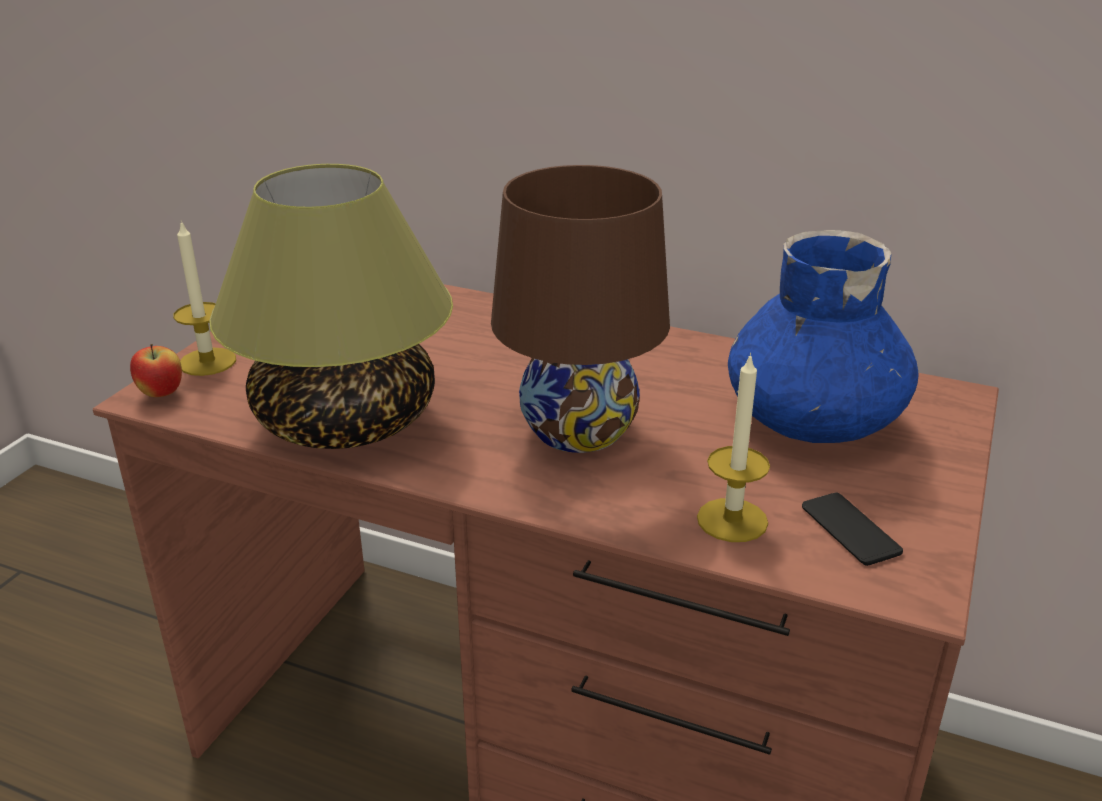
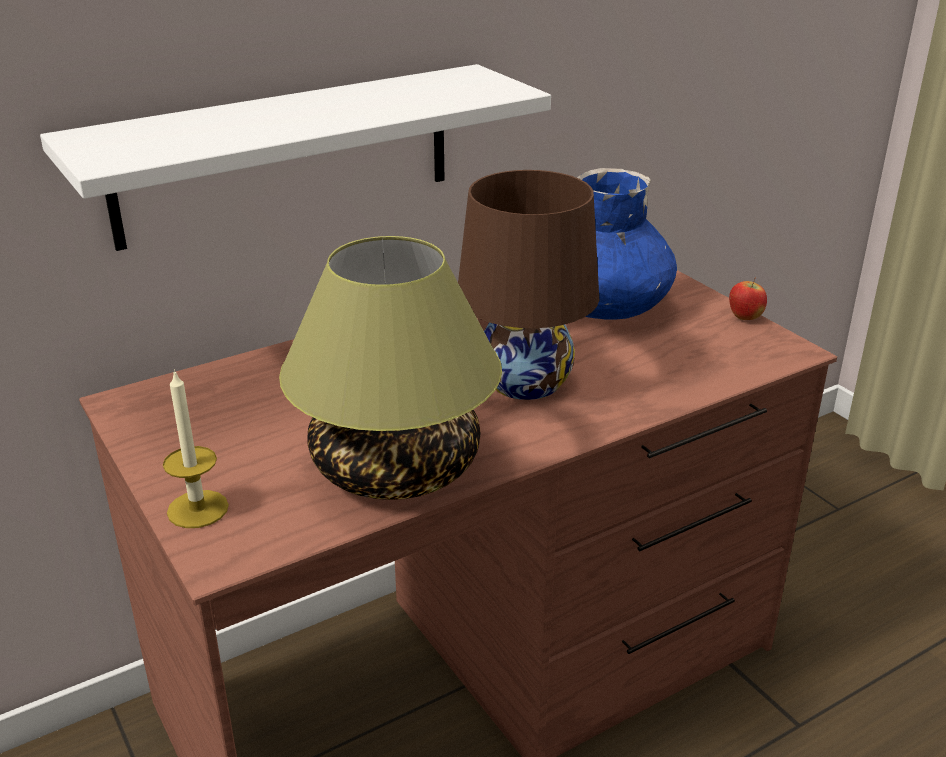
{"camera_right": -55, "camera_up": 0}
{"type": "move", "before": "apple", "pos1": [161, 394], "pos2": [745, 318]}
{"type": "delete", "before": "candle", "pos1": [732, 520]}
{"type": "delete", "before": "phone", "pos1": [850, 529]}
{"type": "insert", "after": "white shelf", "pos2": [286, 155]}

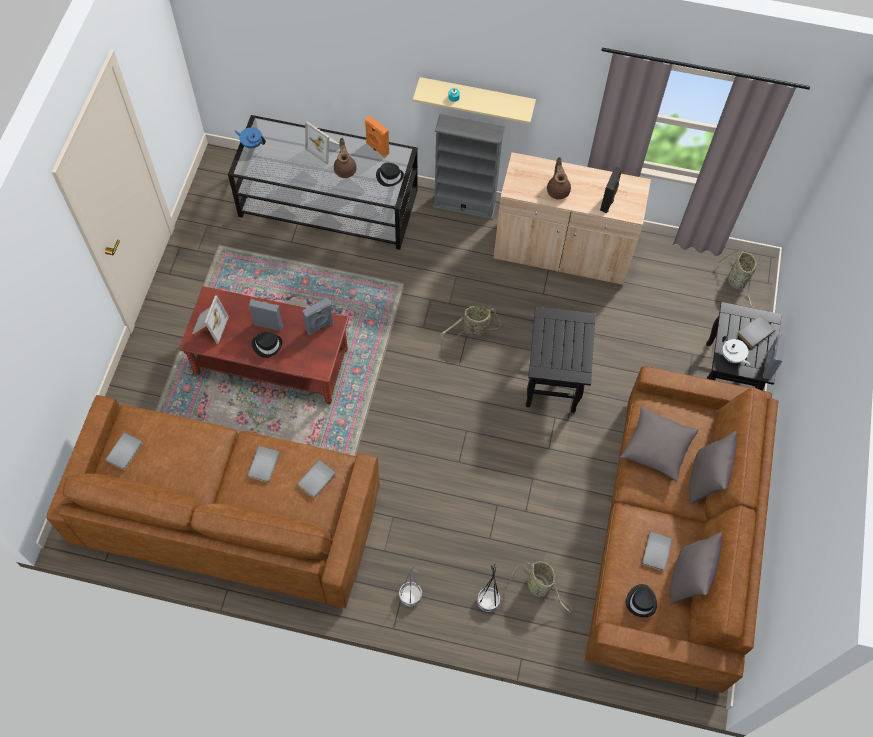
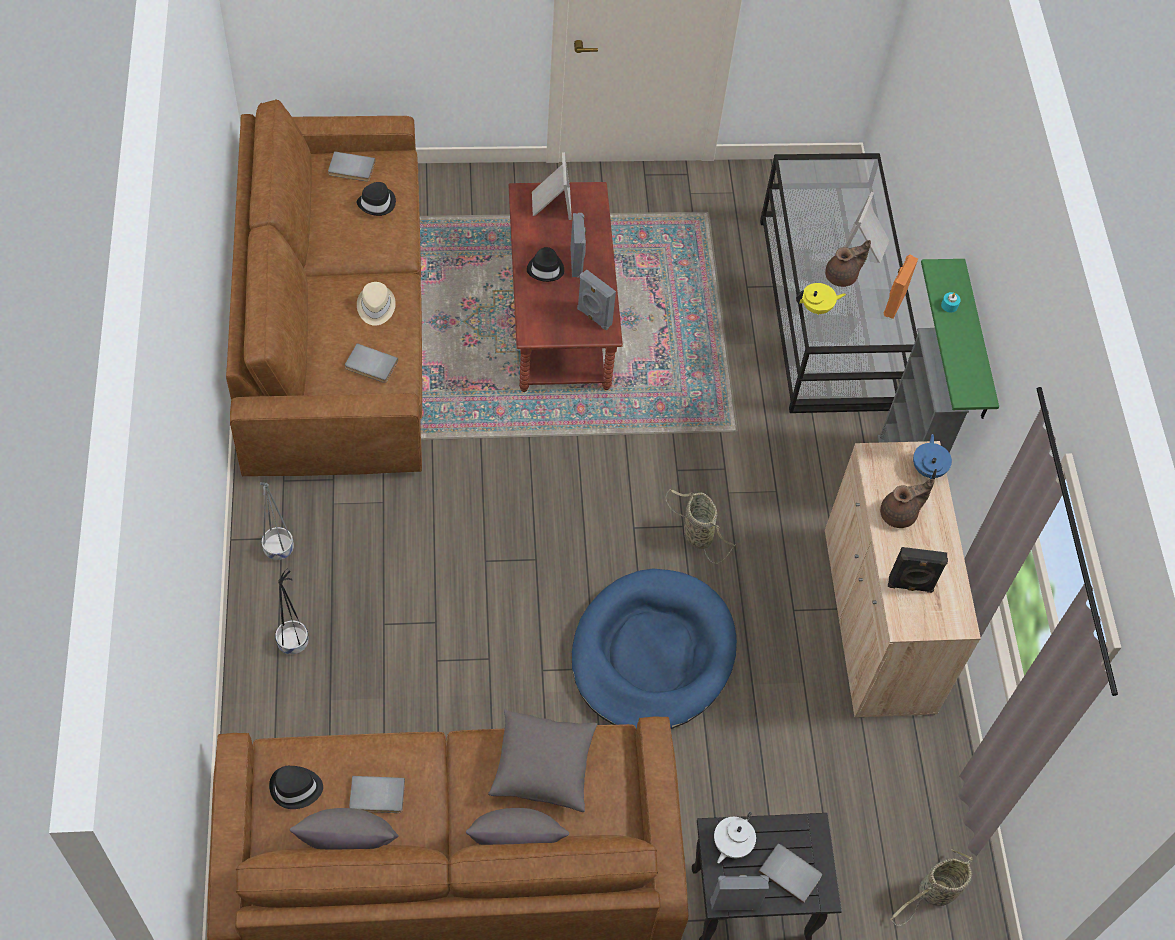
{"camera_right": 70, "camera_up": -5}
{"type": "recolor", "before": "beige shelf", "after": "green shelf", "pos1": [476, 98], "pos2": [975, 344]}
{"type": "move", "before": "blue teapot", "pos1": [252, 144], "pos2": [928, 469]}
{"type": "move", "before": "black hat", "pos1": [389, 176], "pos2": [377, 203]}
{"type": "rotate", "before": "picture frame", "pos1": [209, 326], "pos2": [550, 203], "turn": -90}
{"type": "replace", "before": "black side table", "after": "blue dog bed", "pos1": [553, 381], "pos2": [652, 654]}
{"type": "replace", "before": "grey book", "after": "beige hat", "pos1": [265, 465], "pos2": [375, 307]}
{"type": "delete", "before": "basket", "pos1": [540, 587]}
{"type": "insert", "after": "yellow teapot", "pos2": [817, 307]}

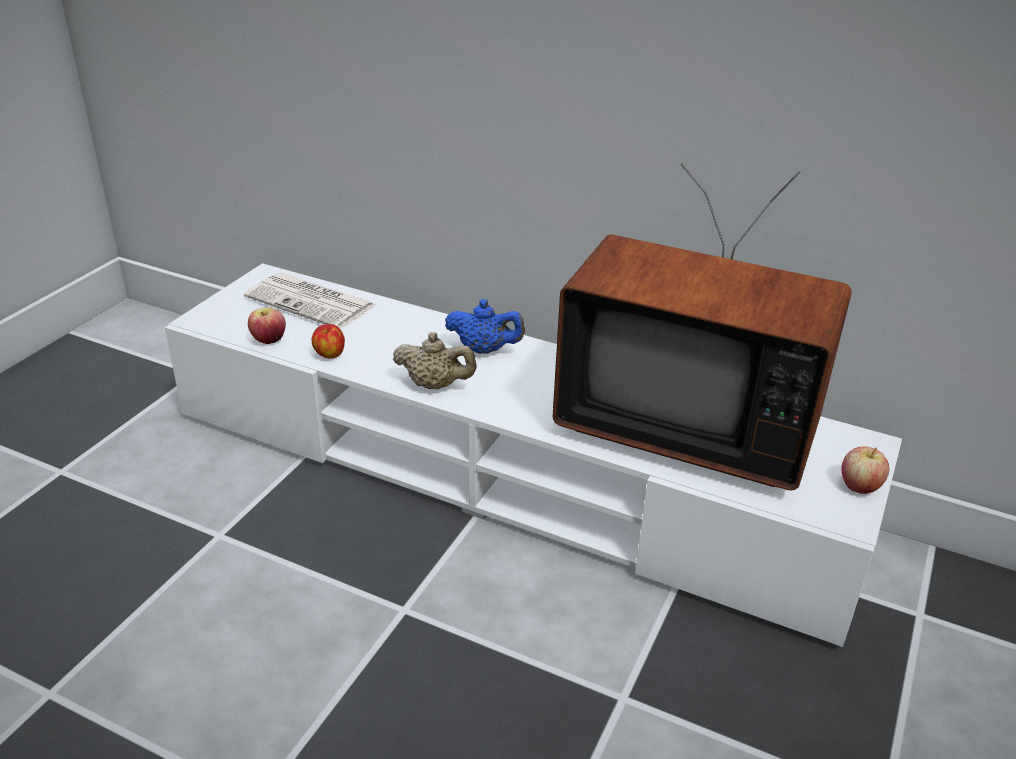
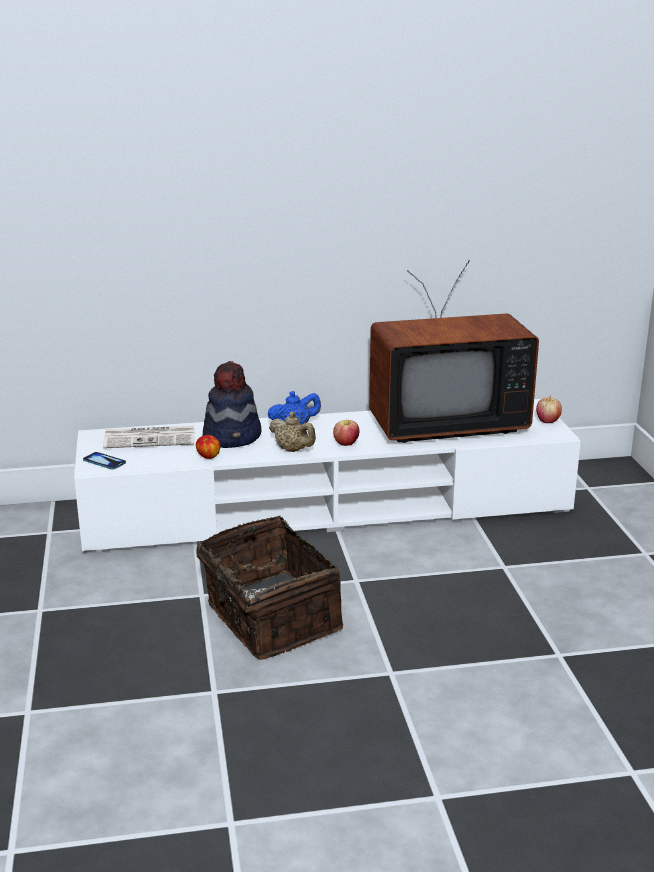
{"camera_right": -35, "camera_up": -10}
{"type": "move", "before": "apple", "pos1": [269, 340], "pos2": [346, 444]}
{"type": "rotate", "before": "beige teapot", "pos1": [435, 385], "pos2": [293, 450], "turn": 60}
{"type": "insert", "after": "hat", "pos2": [233, 437]}
{"type": "insert", "after": "phone", "pos2": [104, 462]}
{"type": "insert", "after": "basket", "pos2": [268, 619]}

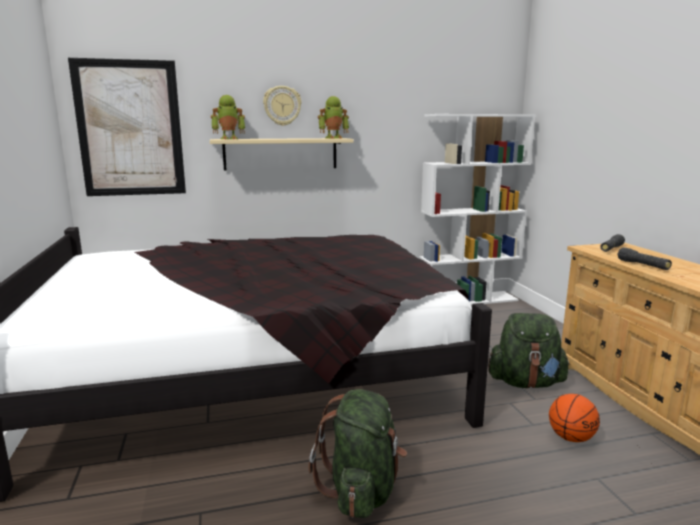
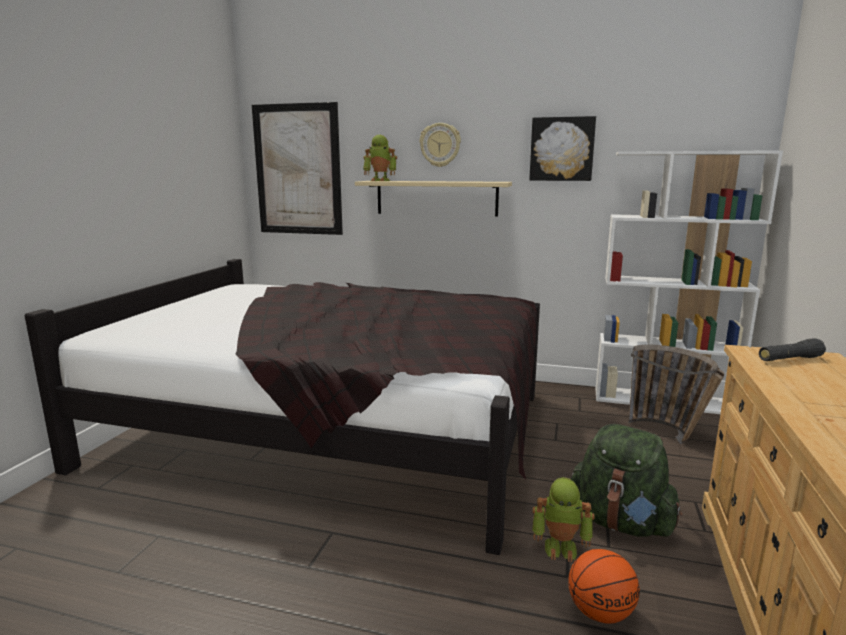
{"camera_right": 30, "camera_up": 0}
{"type": "move", "before": "toy robot", "pos1": [333, 138], "pos2": [561, 547]}
{"type": "delete", "before": "black flashlight", "pos1": [643, 265]}
{"type": "delete", "before": "green backpack", "pos1": [361, 490]}
{"type": "insert", "after": "picture", "pos2": [562, 149]}
{"type": "insert", "after": "basket", "pos2": [671, 435]}

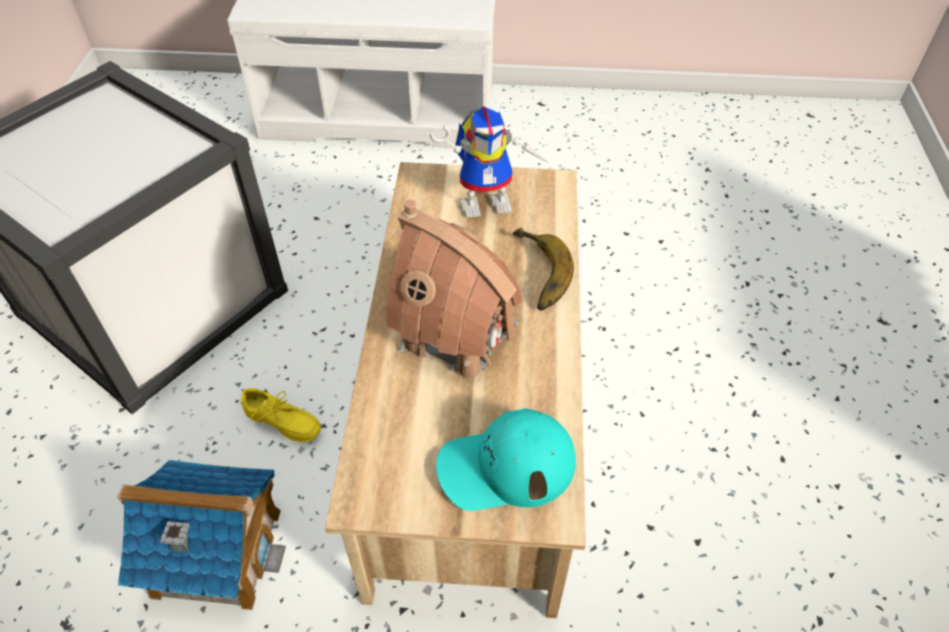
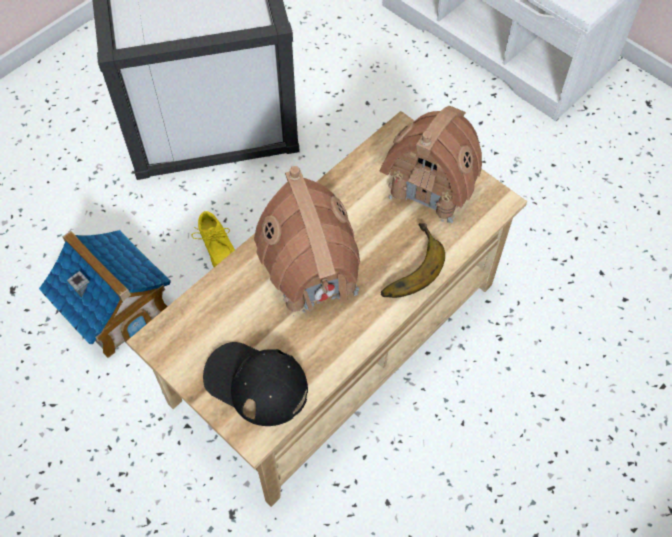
{"camera_right": 40, "camera_up": 10}
{"type": "replace", "before": "toy robot", "after": "toy house", "pos1": [488, 201], "pos2": [432, 185]}
{"type": "recolor", "before": "turquoise cap", "after": "black cap", "pos1": [506, 466], "pos2": [256, 383]}

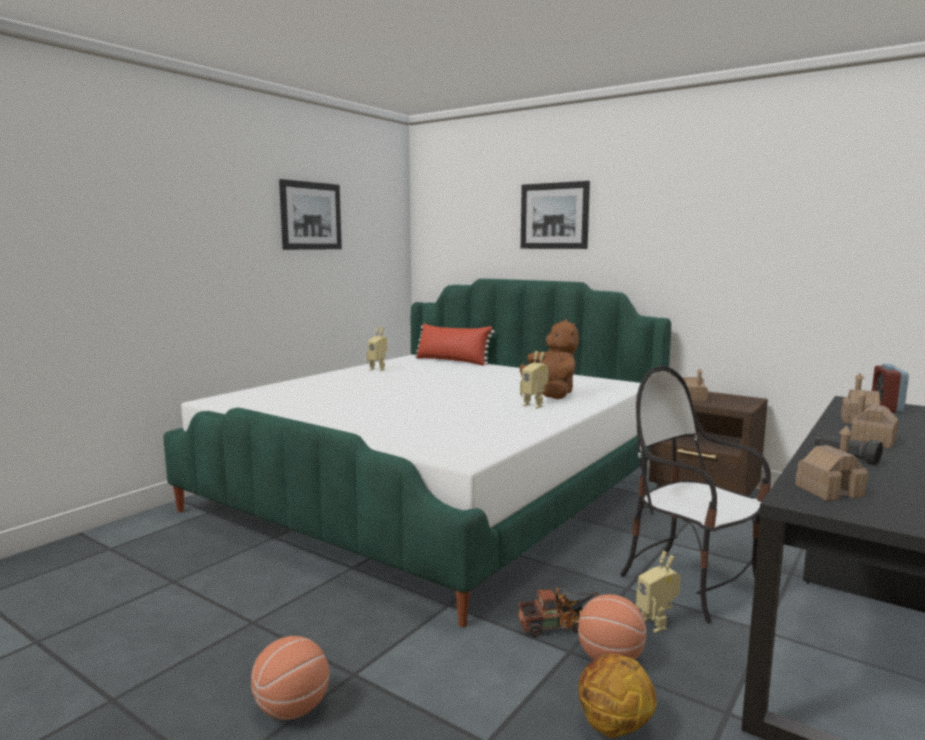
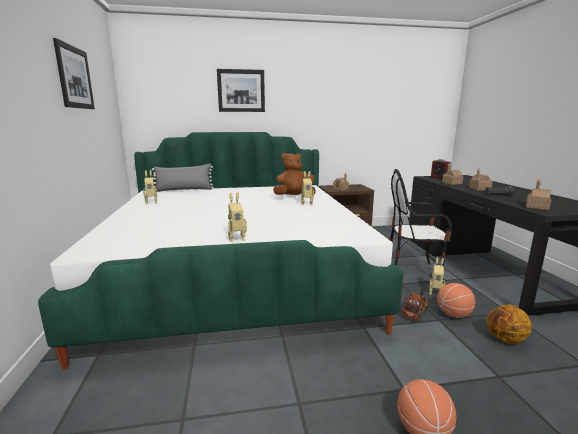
{"camera_right": -45, "camera_up": 5}
{"type": "rotate", "before": "brown plush toy", "pos1": [551, 394], "pos2": [294, 197], "turn": -45}
{"type": "recolor", "before": "red pillow", "after": "grey pillow", "pos1": [452, 361], "pos2": [184, 190]}
{"type": "insert", "after": "toy robot", "pos2": [236, 238]}

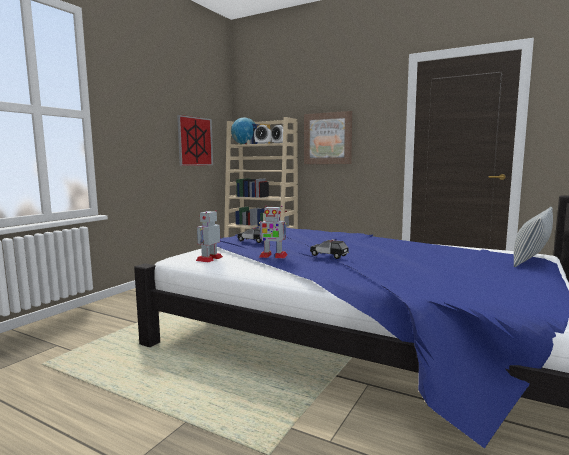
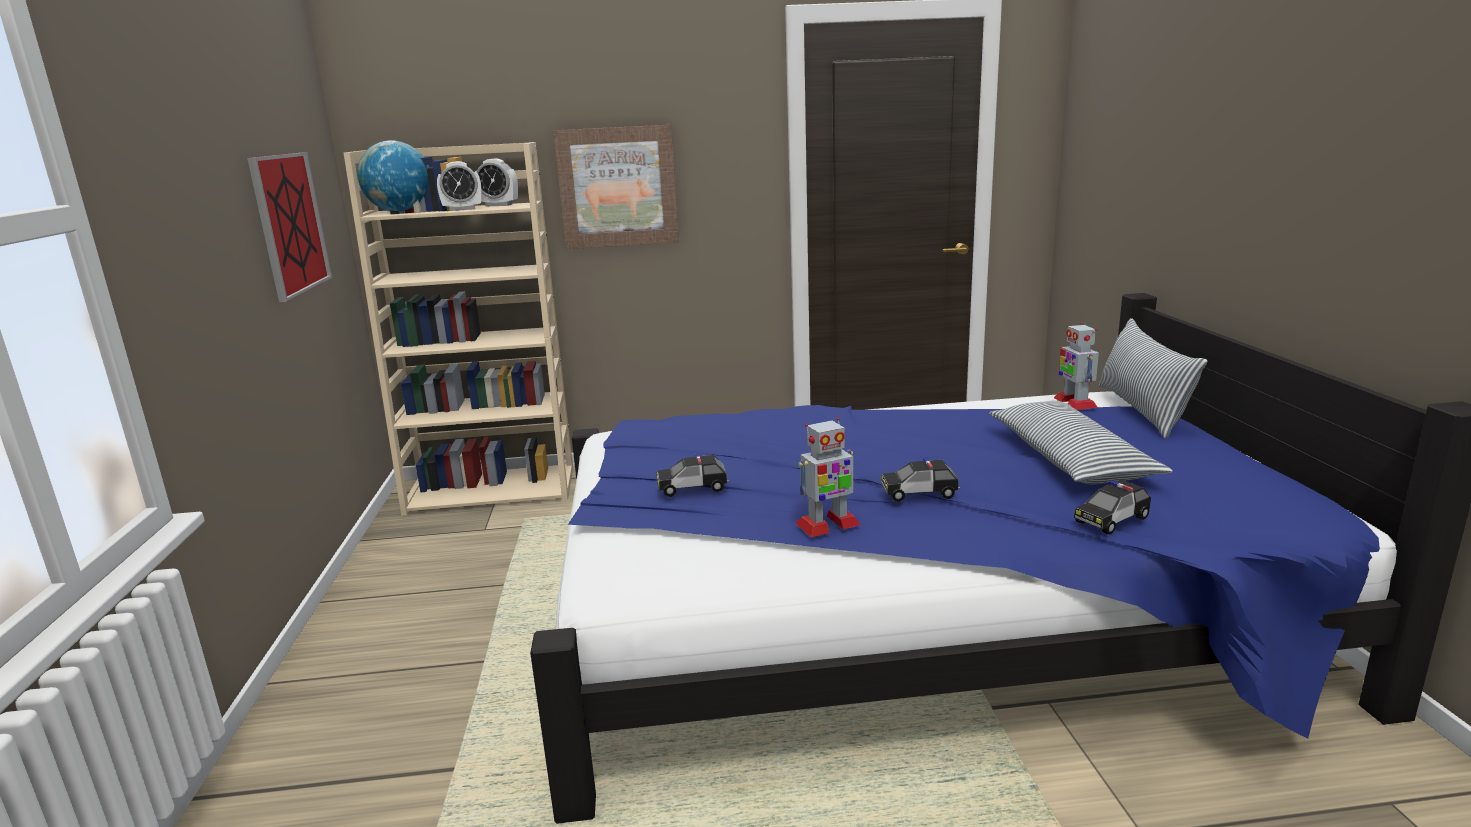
{"camera_right": -35, "camera_up": 10}
{"type": "move", "before": "toy robot", "pos1": [209, 259], "pos2": [1074, 402]}
{"type": "insert", "after": "pillow", "pos2": [1069, 460]}
{"type": "insert", "after": "toy car", "pos2": [1112, 520]}

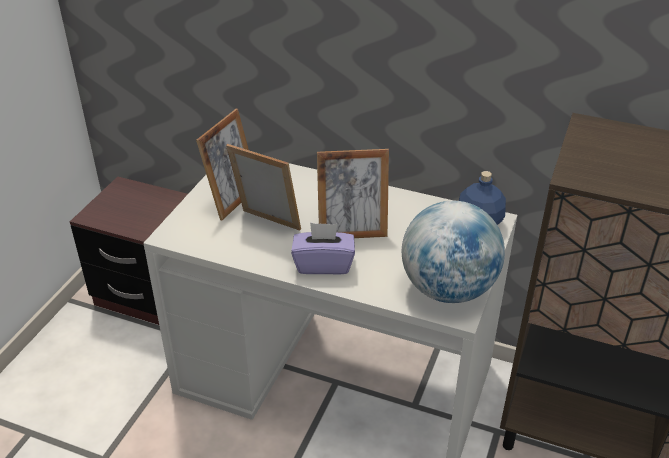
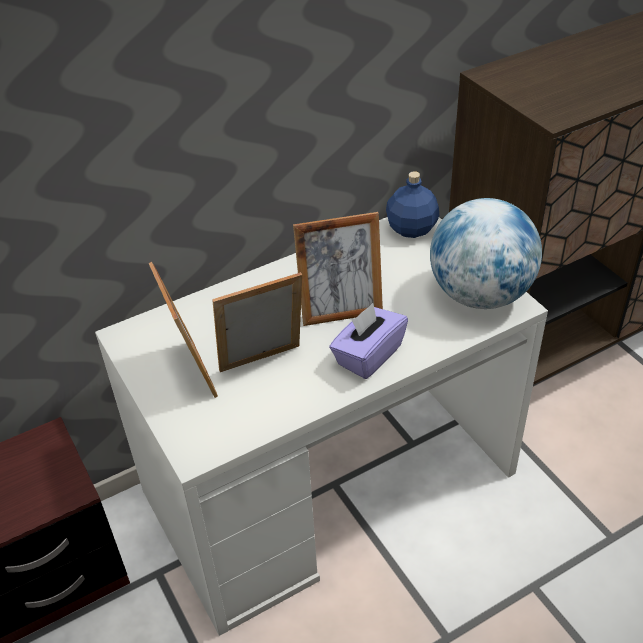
{"camera_right": -50, "camera_up": 5}
{"type": "rotate", "before": "picture frame", "pos1": [352, 232], "pos2": [340, 311], "turn": 45}

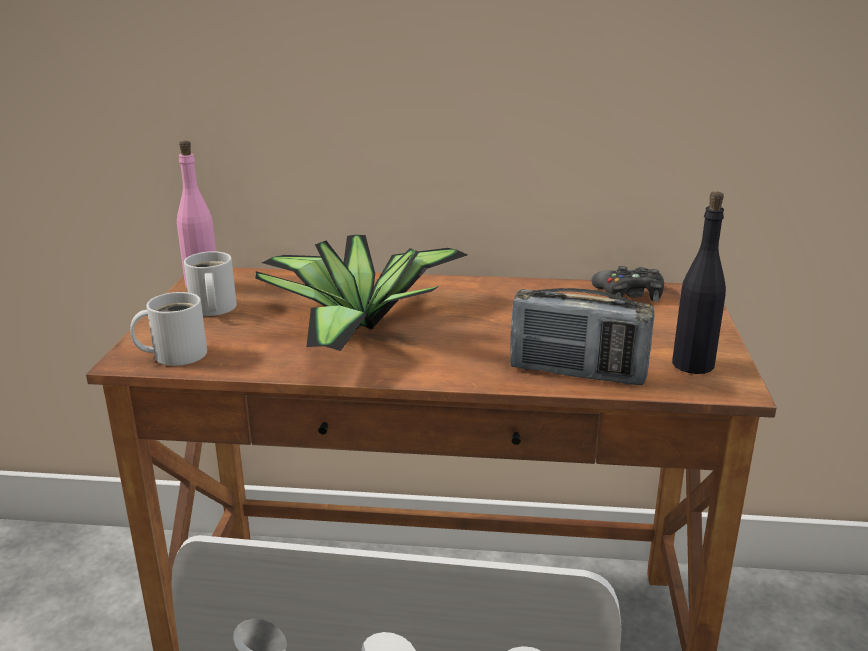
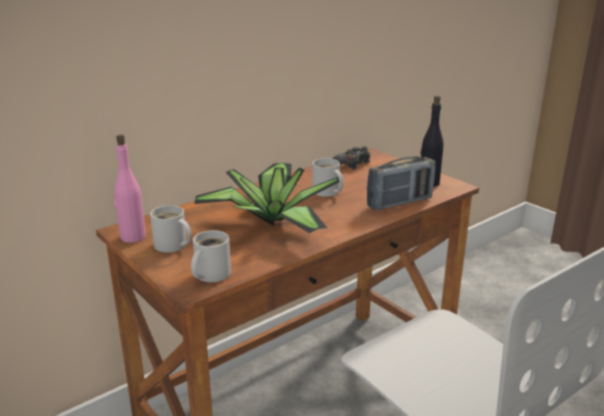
{"camera_right": -45, "camera_up": 0}
{"type": "insert", "after": "white mug", "pos2": [326, 192]}

